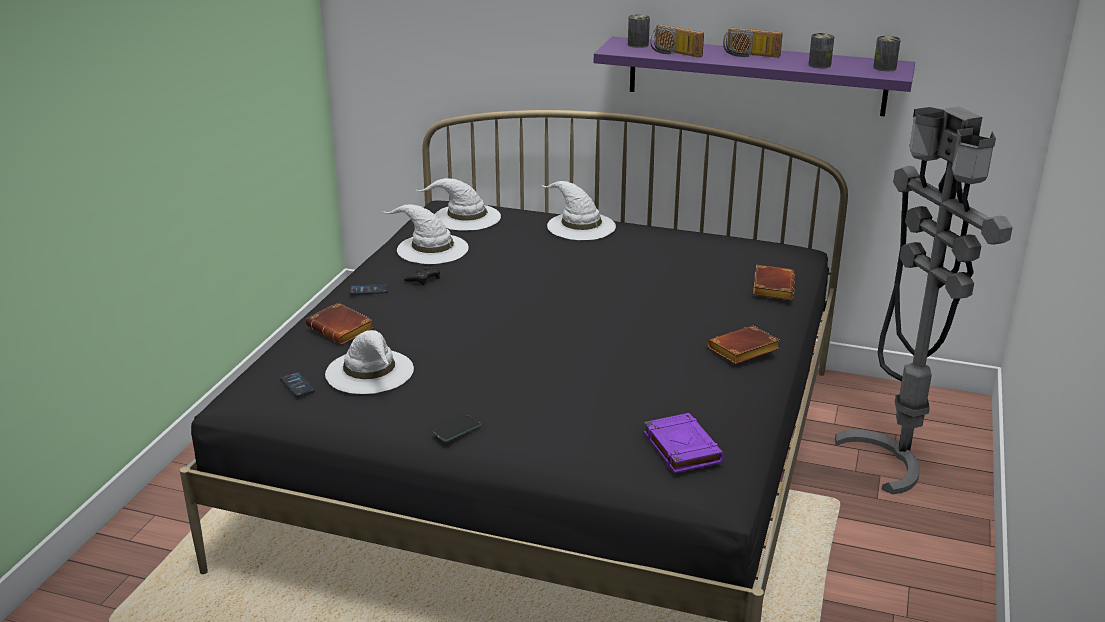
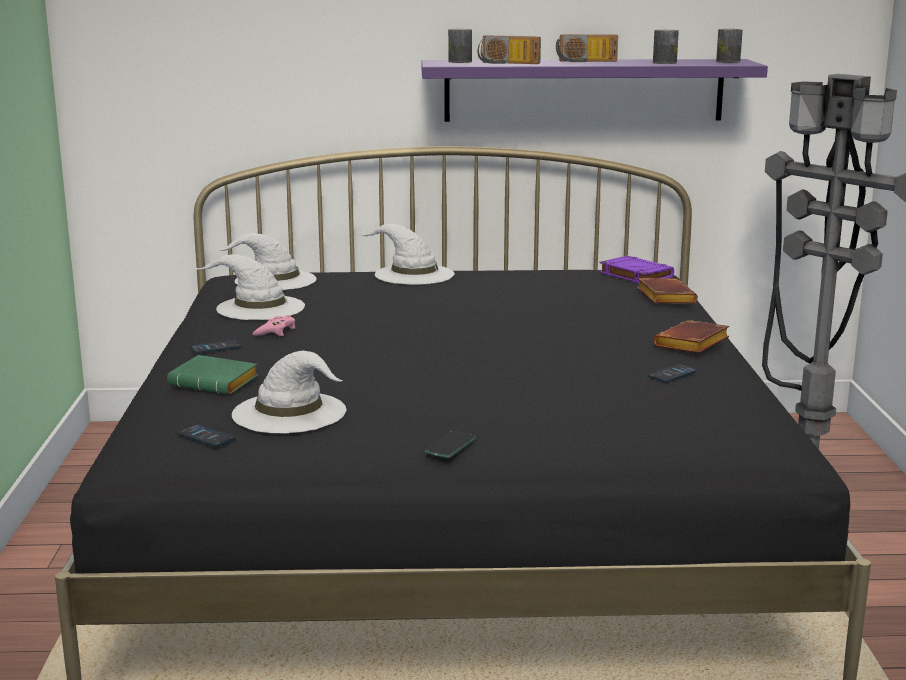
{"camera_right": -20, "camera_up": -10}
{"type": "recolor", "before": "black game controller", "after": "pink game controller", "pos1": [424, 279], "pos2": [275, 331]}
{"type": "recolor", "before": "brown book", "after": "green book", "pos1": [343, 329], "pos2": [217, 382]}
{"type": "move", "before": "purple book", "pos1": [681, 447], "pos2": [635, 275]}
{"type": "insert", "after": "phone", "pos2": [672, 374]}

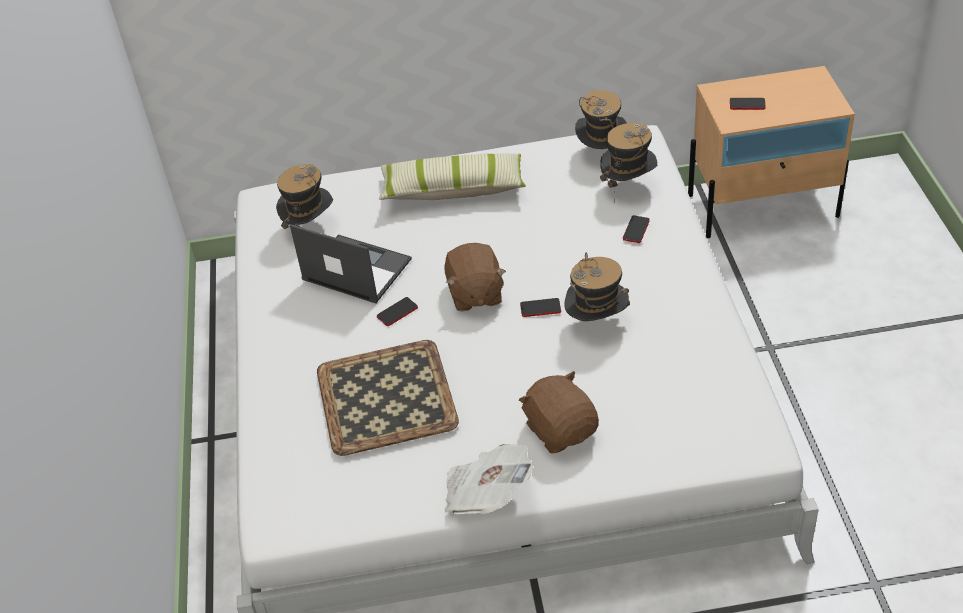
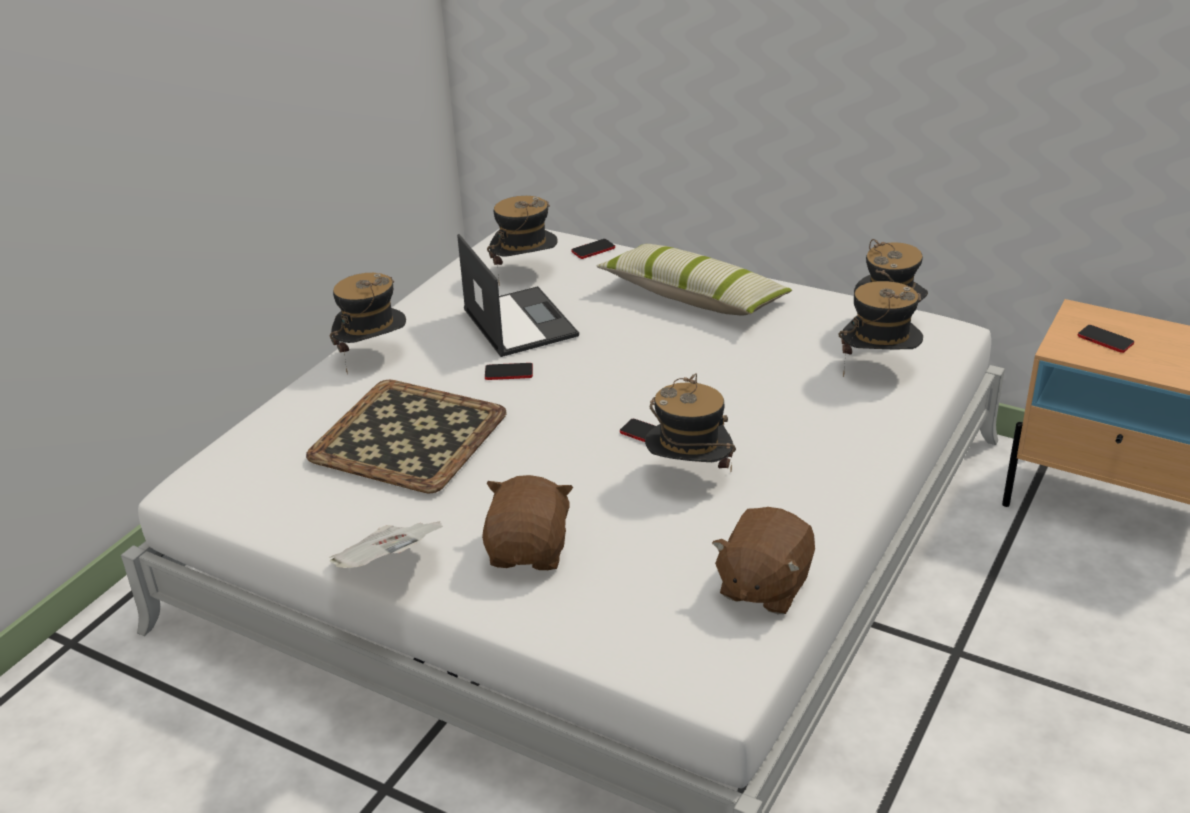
{"camera_right": 35, "camera_up": -10}
{"type": "move", "before": "phone", "pos1": [636, 230], "pos2": [593, 250]}
{"type": "move", "before": "brown plush toy", "pos1": [475, 294], "pos2": [763, 586]}
{"type": "insert", "after": "hat", "pos2": [373, 357]}

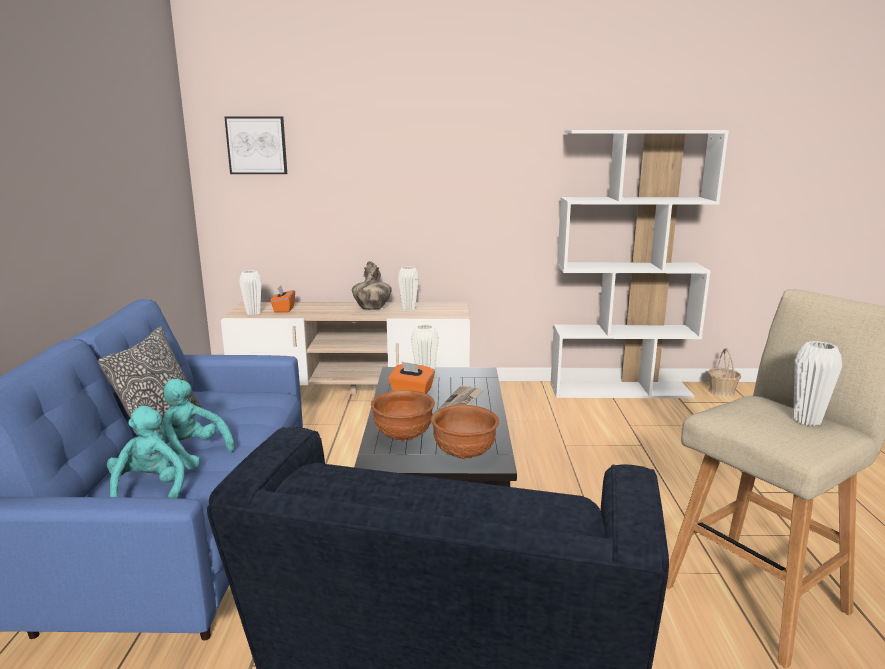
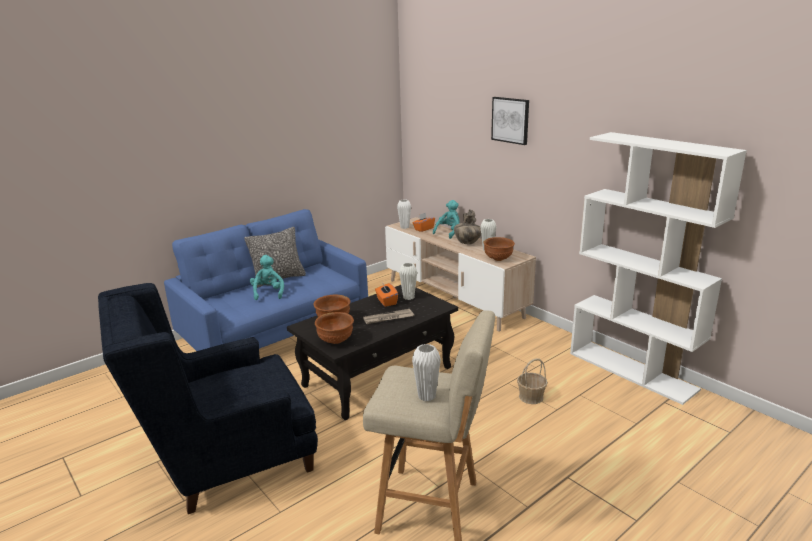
{"camera_right": 50, "camera_up": 5}
{"type": "move", "before": "picture", "pos1": [257, 145], "pos2": [510, 120]}
{"type": "move", "before": "basket", "pos1": [721, 392], "pos2": [530, 397]}
{"type": "move", "before": "turquoise plush toy", "pos1": [150, 491], "pos2": [449, 232]}
{"type": "insert", "after": "brown bowl", "pos2": [498, 259]}

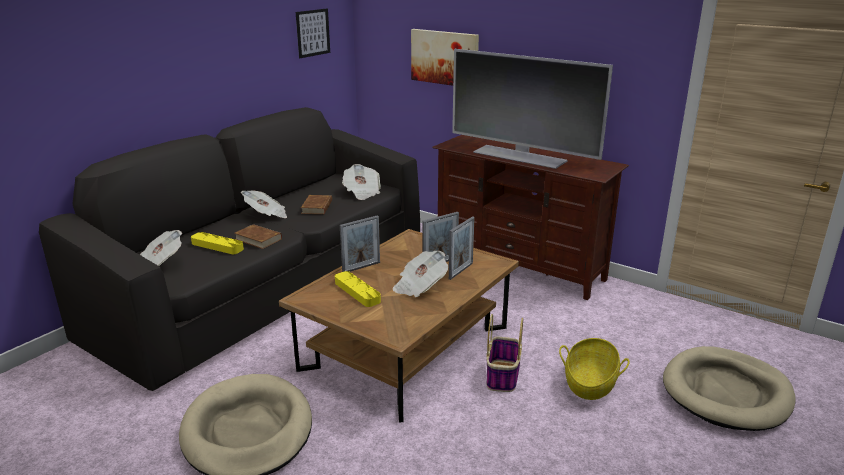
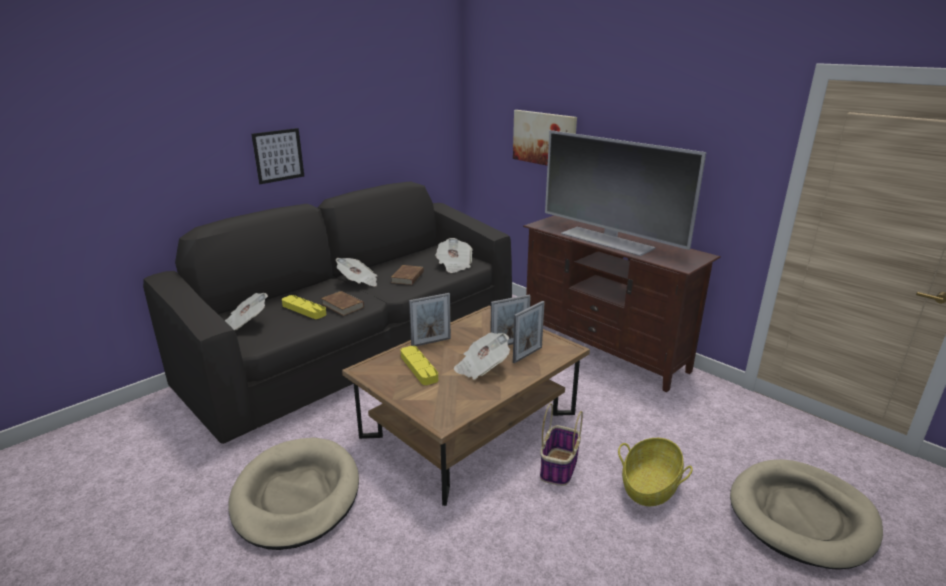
{"camera_right": 10, "camera_up": 0}
{"type": "move", "before": "picture", "pos1": [312, 33], "pos2": [278, 155]}

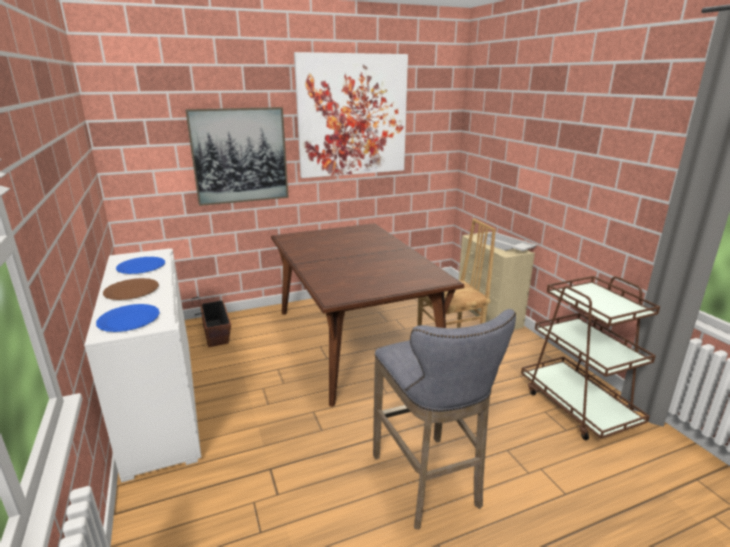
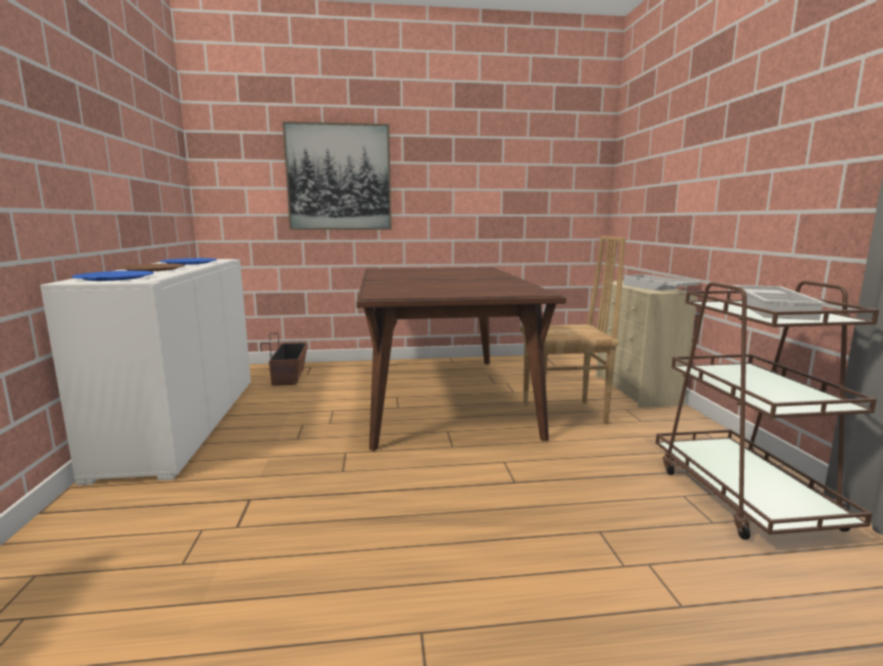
{"camera_right": 15, "camera_up": -10}
{"type": "delete", "before": "picture", "pos1": [352, 116]}
{"type": "delete", "before": "grey stool", "pos1": [429, 484]}
{"type": "insert", "after": "white tray", "pos2": [773, 309]}

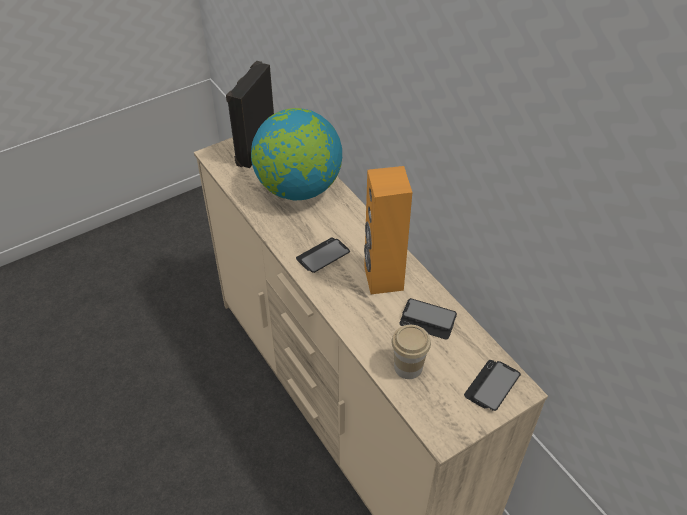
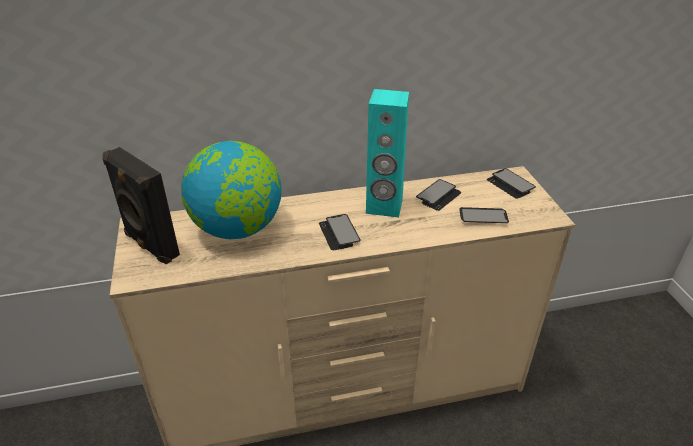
{"camera_right": -70, "camera_up": -10}
{"type": "recolor", "before": "orange speaker", "after": "turquoise speaker", "pos1": [383, 278], "pos2": [384, 207]}
{"type": "replace", "before": "cup", "after": "phone", "pos1": [408, 367], "pos2": [483, 217]}

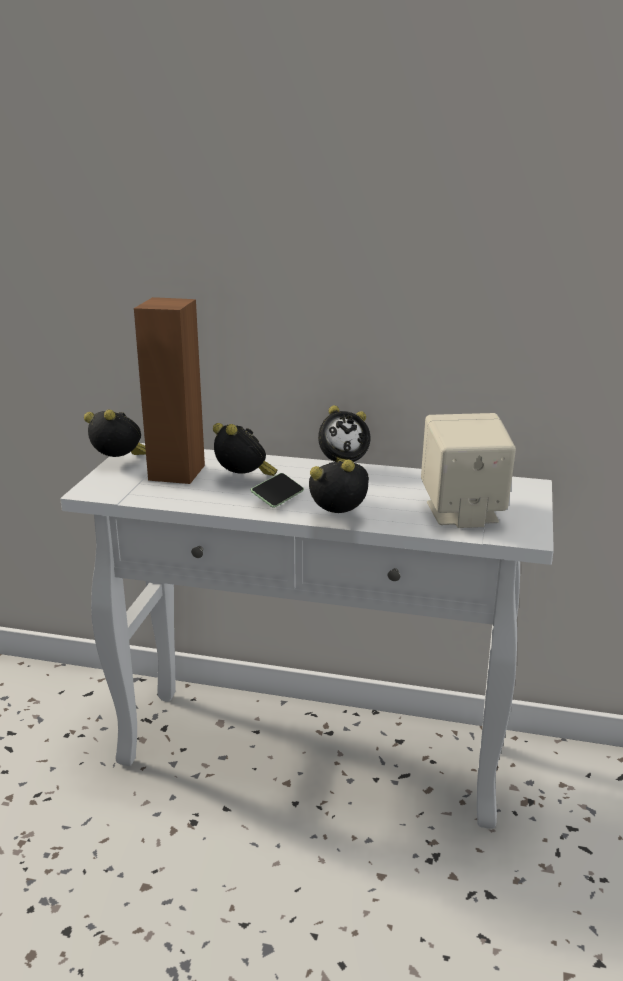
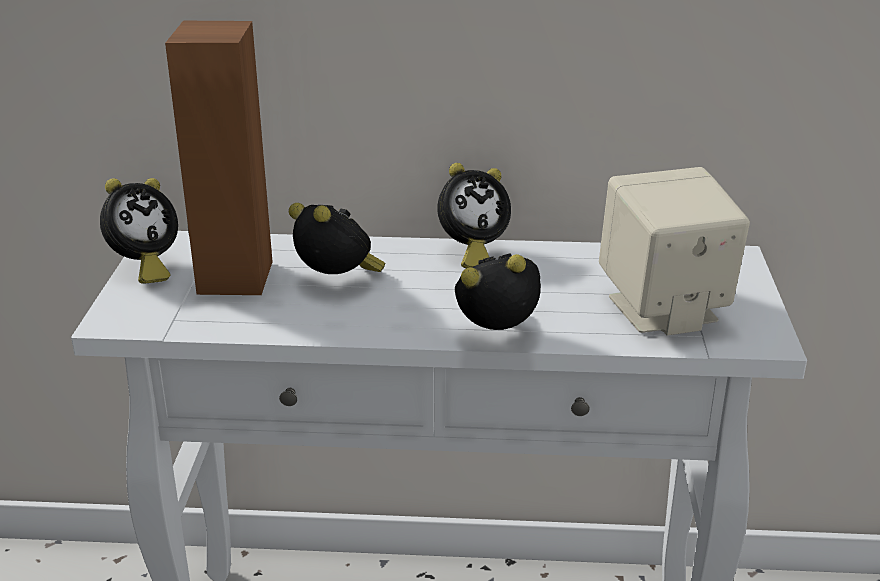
{"camera_right": -10, "camera_up": 5}
{"type": "rotate", "before": "alarm clock", "pos1": [120, 463], "pos2": [144, 268], "turn": 120}
{"type": "delete", "before": "phone", "pos1": [278, 498]}

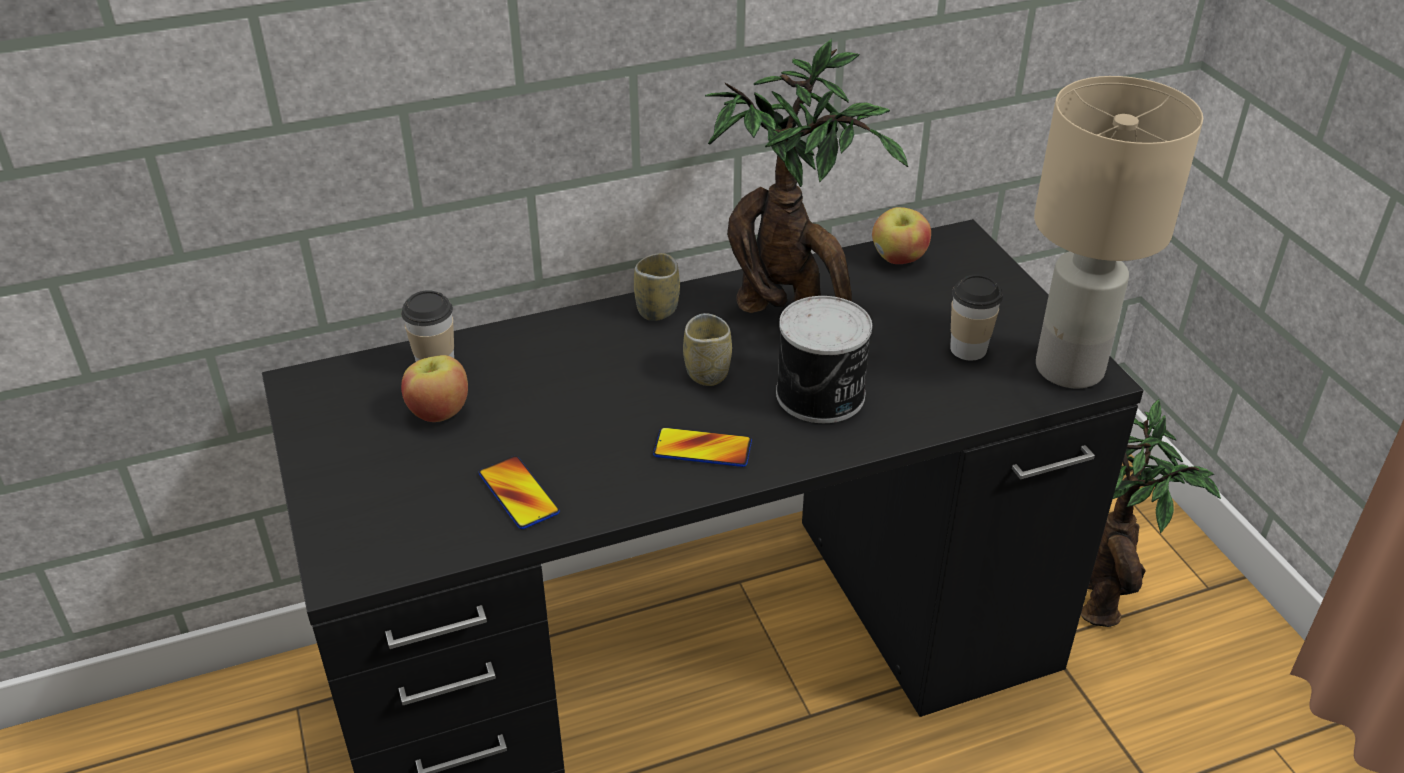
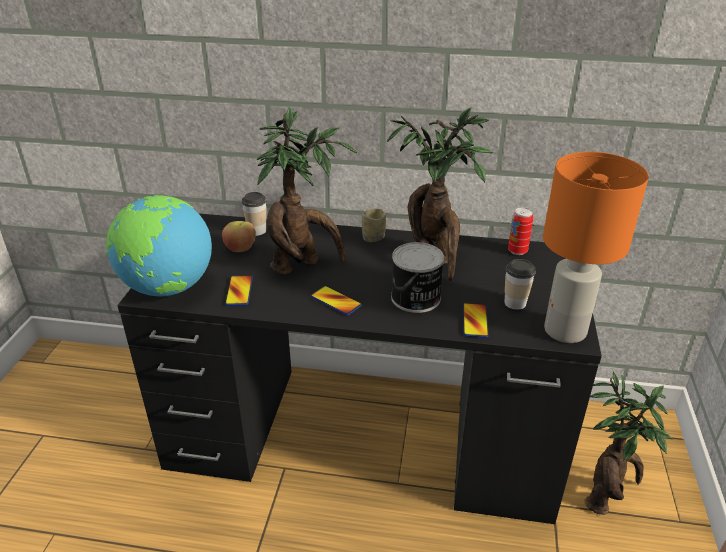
{"camera_right": 30, "camera_up": -5}
{"type": "recolor", "before": "beige table lamp", "after": "orange table lamp", "pos1": [1069, 370], "pos2": [564, 331]}
{"type": "replace", "before": "apple", "after": "can", "pos1": [898, 258], "pos2": [517, 251]}
{"type": "delete", "before": "cup", "pos1": [707, 373]}
{"type": "insert", "after": "potted plant", "pos2": [302, 265]}
{"type": "insert", "after": "globe", "pos2": [168, 288]}
{"type": "insert", "after": "phone", "pos2": [475, 321]}

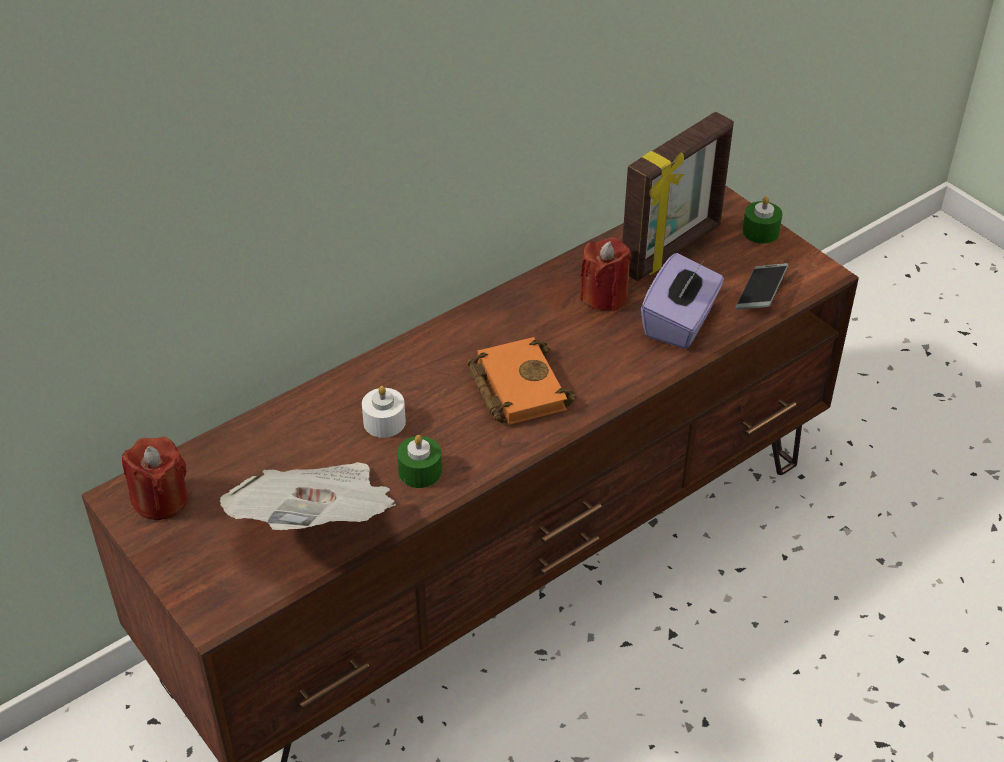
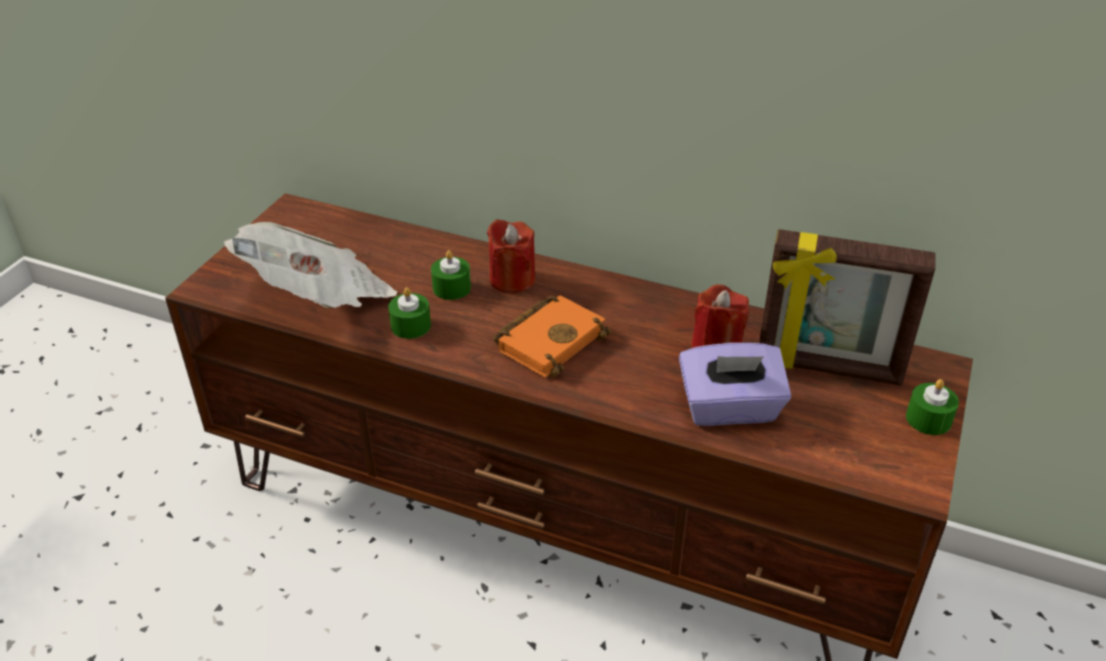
{"camera_right": 60, "camera_up": -5}
{"type": "delete", "before": "phone", "pos1": [761, 292]}
{"type": "recolor", "before": "white candle", "after": "green candle", "pos1": [384, 422], "pos2": [451, 288]}
{"type": "move", "before": "red candle", "pos1": [161, 500], "pos2": [512, 279]}

